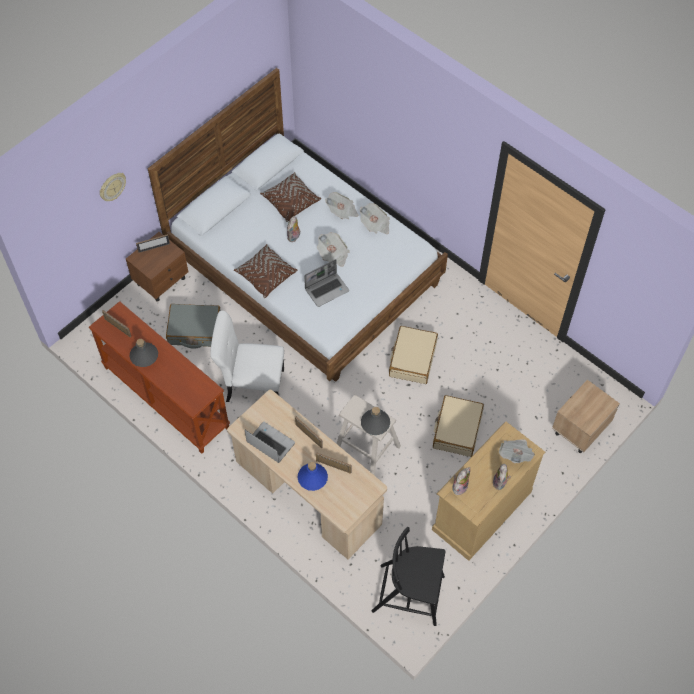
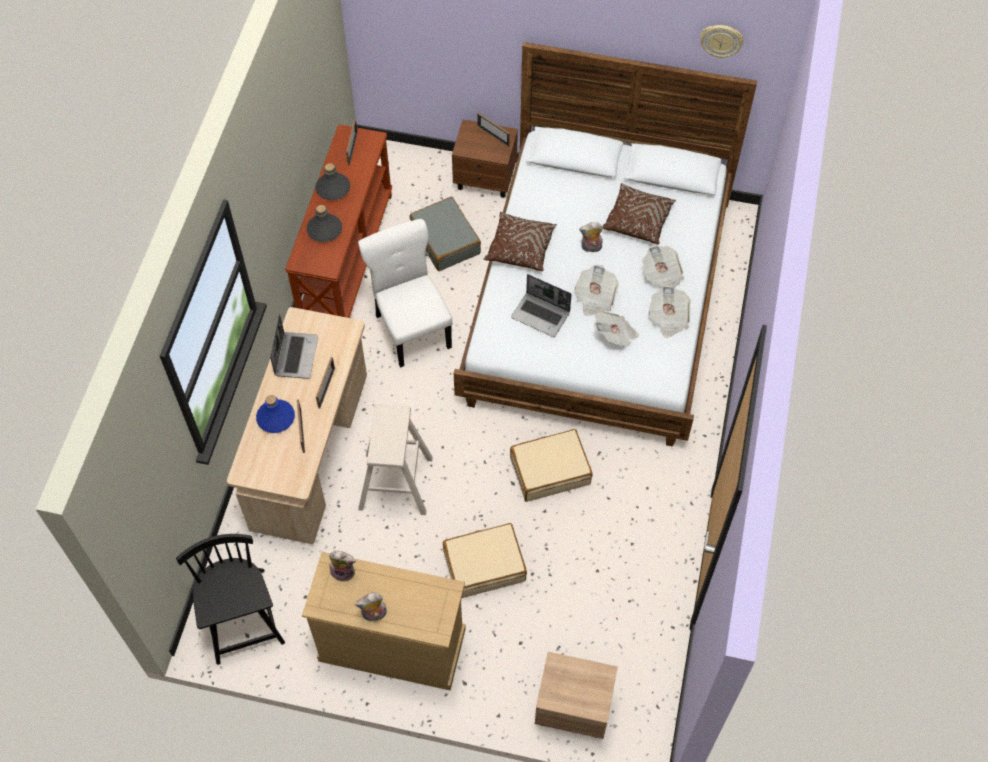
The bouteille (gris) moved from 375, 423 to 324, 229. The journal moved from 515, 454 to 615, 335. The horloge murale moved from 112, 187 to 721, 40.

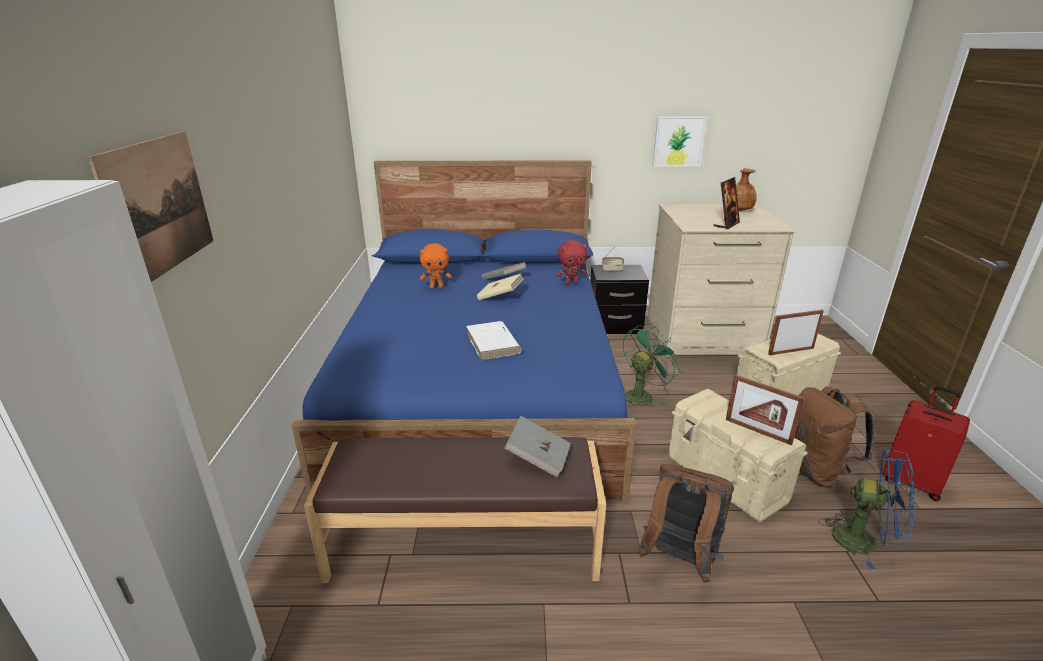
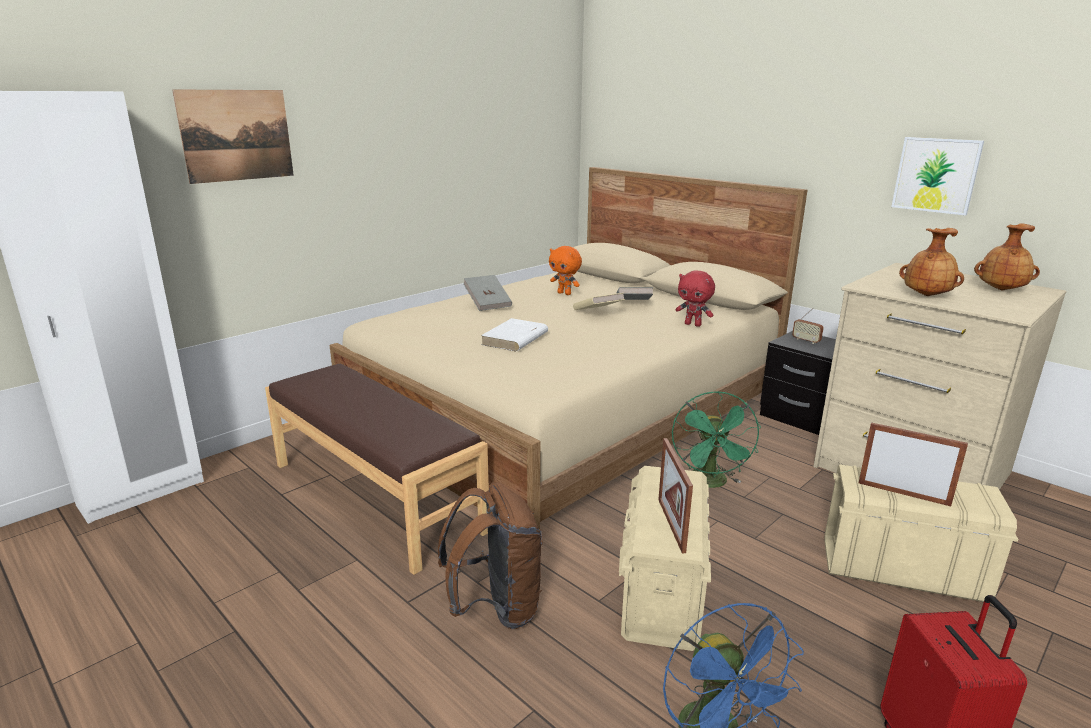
The lit (bleu) at 481, 386 became the lit (beige) at 570, 410. The livre (gris) moved from 538, 458 to 488, 304. The ventilateur (vert) at 641, 395 turned 90 degrees clockwise. The cadre photo at 726, 224 was replaced by the vase (marron) at 926, 295. The sac à dos (marron) at 816, 471 disappeared.

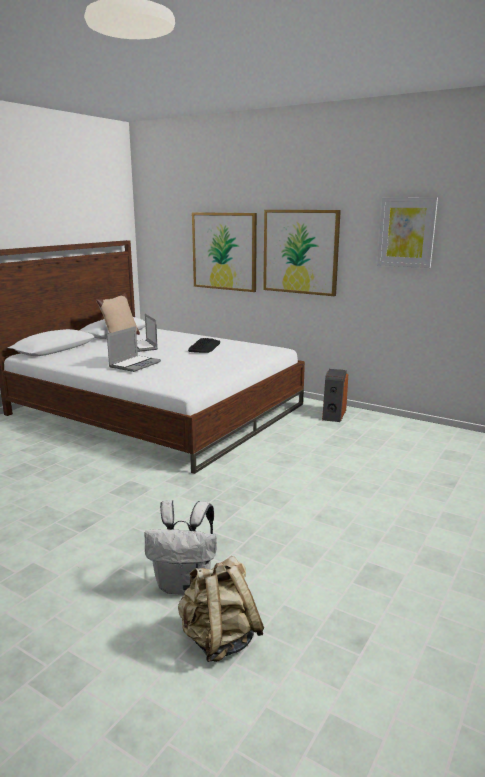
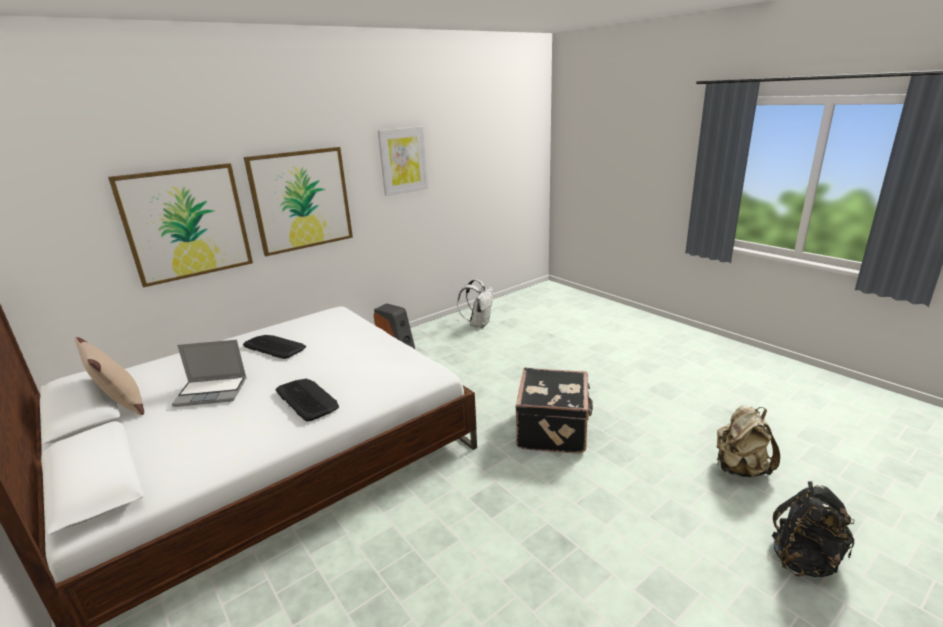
The ordinateur portable at 135, 364 was replaced by the clavier at 307, 399. The sac à dos (blanc) moved from 185, 584 to 479, 324. The valise (noir) at 554, 430 appeared. The sac à dos (noir) at 805, 559 appeared.

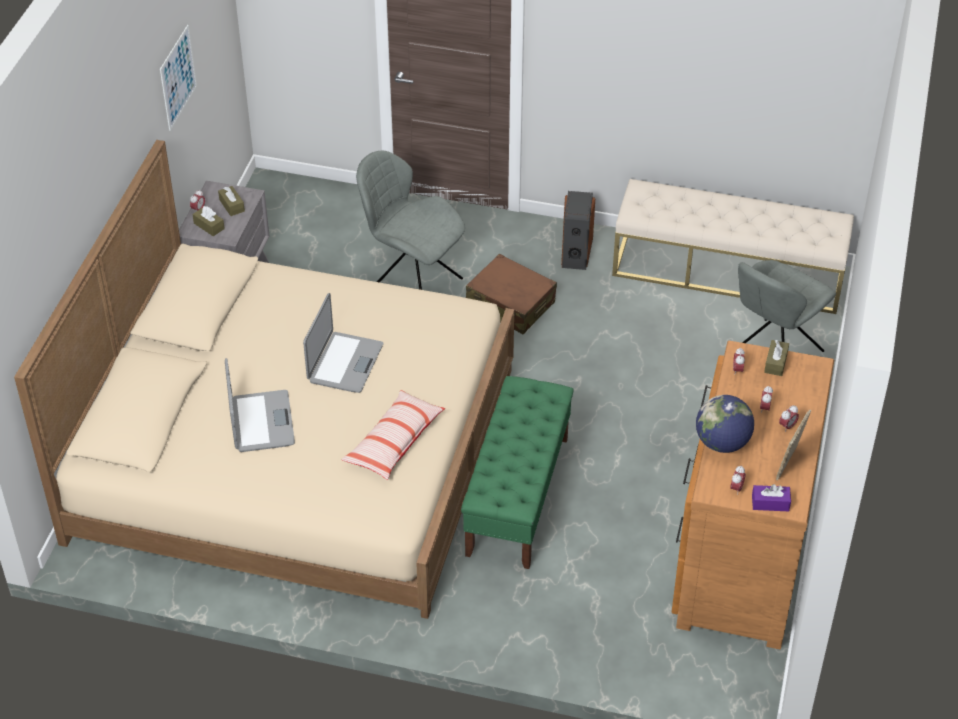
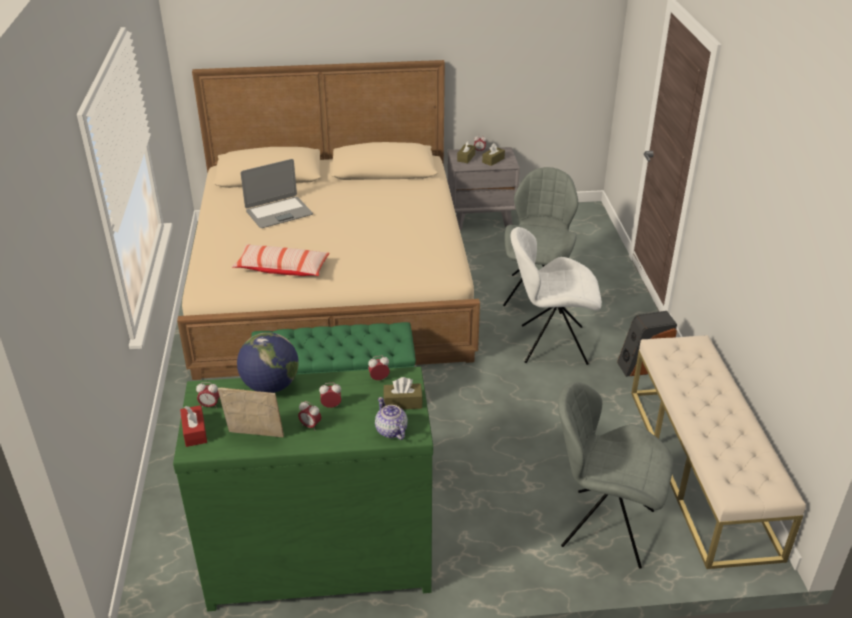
The commode (marron) at 739, 555 became the commode (vert) at 319, 555. The boîte à mouchoirs (violet) at 770, 503 became the boîte à mouchoirs (rouge) at 194, 432. The théière at 391, 431 appeared. The valise (marron) at 510, 304 was replaced by the chaise (blanc) at 550, 344. The tableau at 178, 77 disappeared. The ordinateur portable at 344, 363 disappeared.

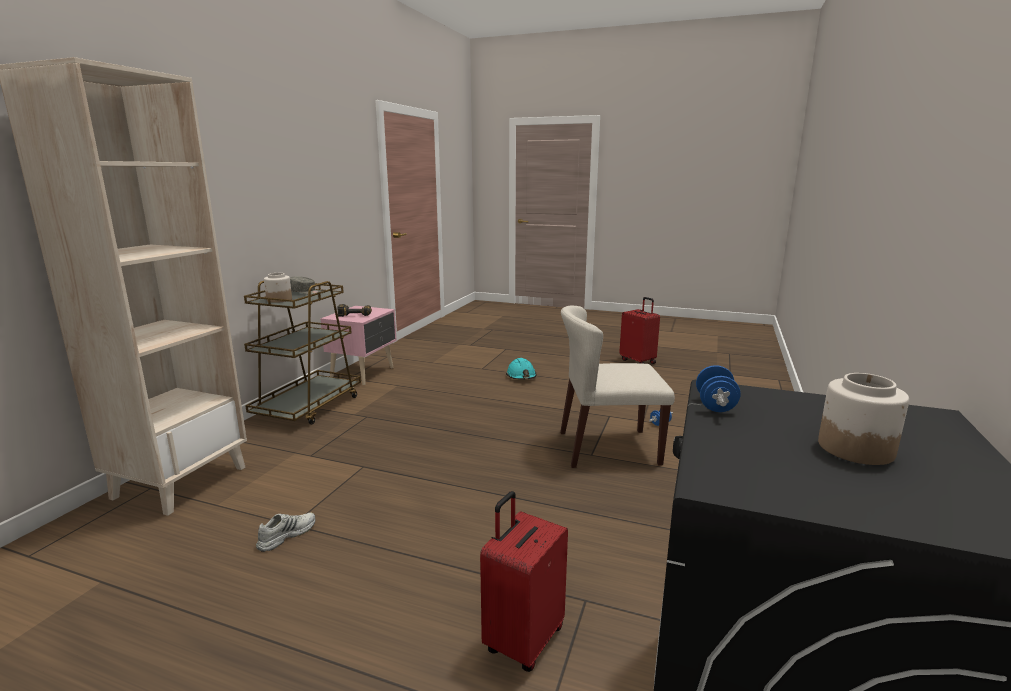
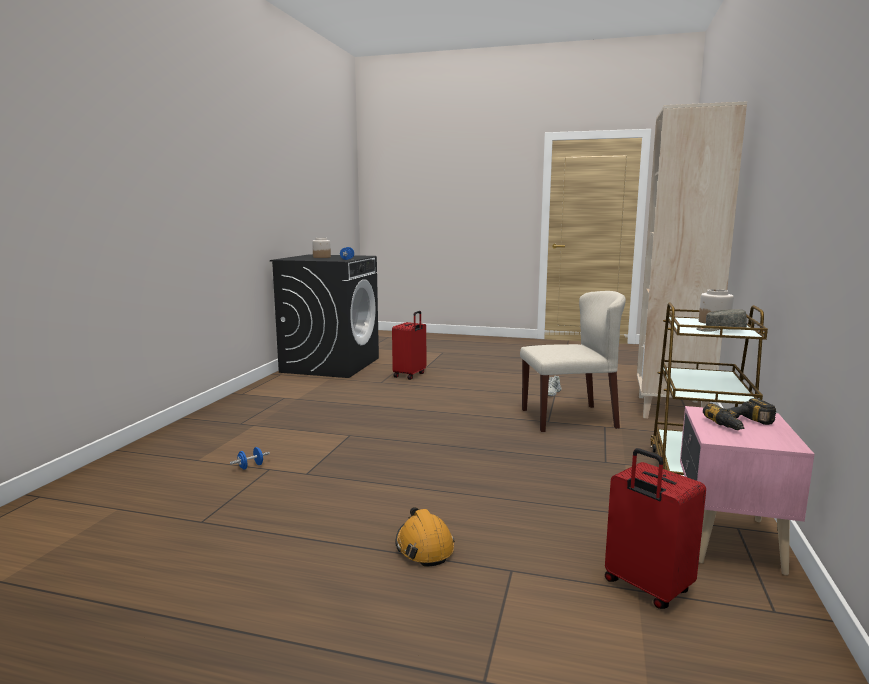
The casque de chantier (turquoise) at 521, 376 became the casque de chantier (orange) at 424, 547. The chaise (beige) moved from 607, 448 to 569, 418. The valise (rouge) moved from 638, 361 to 646, 588.

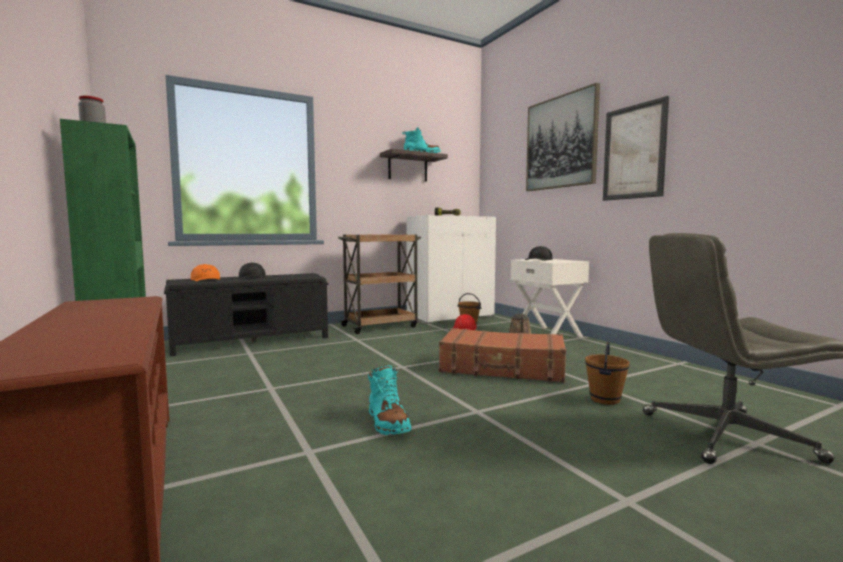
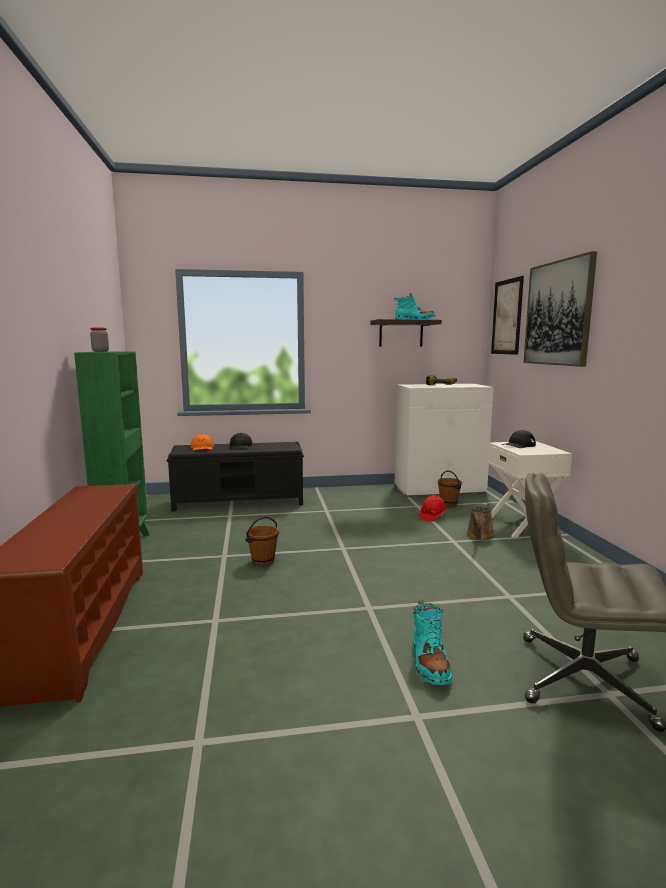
The seau (marron) moved from 604, 399 to 263, 561. The botte (turquoise) moved from 387, 422 to 429, 663. The tableau moved from 634, 152 to 507, 317. The chariot (marron) at 380, 326 disappeared. The valise (marron) at 502, 368 disappeared.

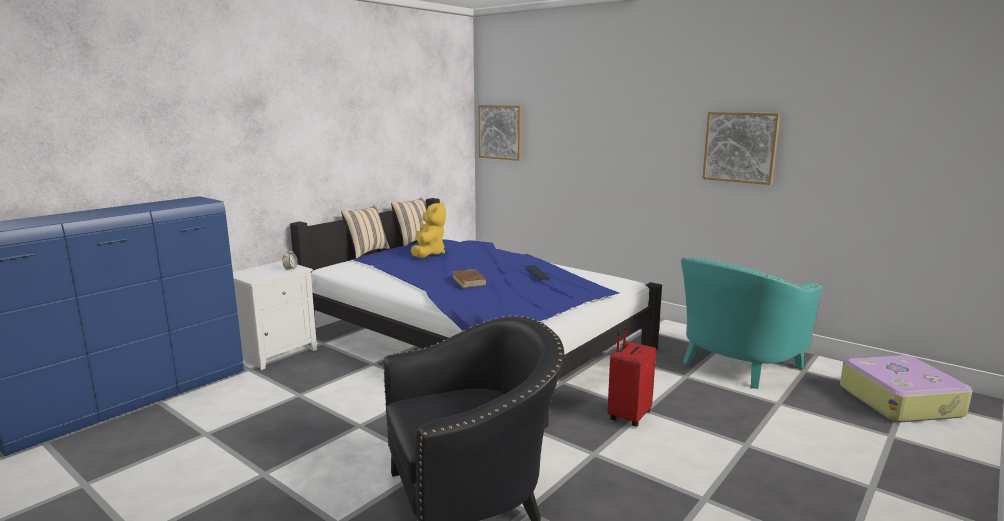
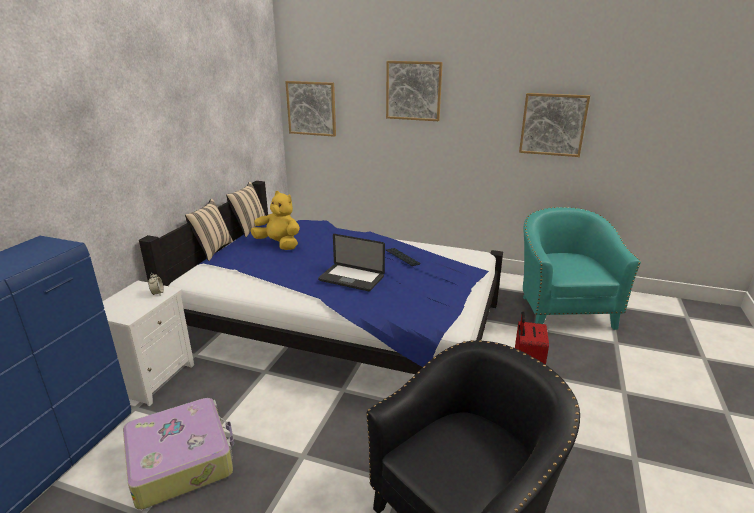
The valise moved from 900, 400 to 181, 460. The peluche (jaune) at 428, 254 turned 45 degrees counterclockwise. The livre (marron) at 469, 281 was replaced by the ordinateur portable at 351, 278. The tableau at 413, 90 appeared. The fauteuil (turquoise) at 734, 366 turned 150 degrees clockwise.

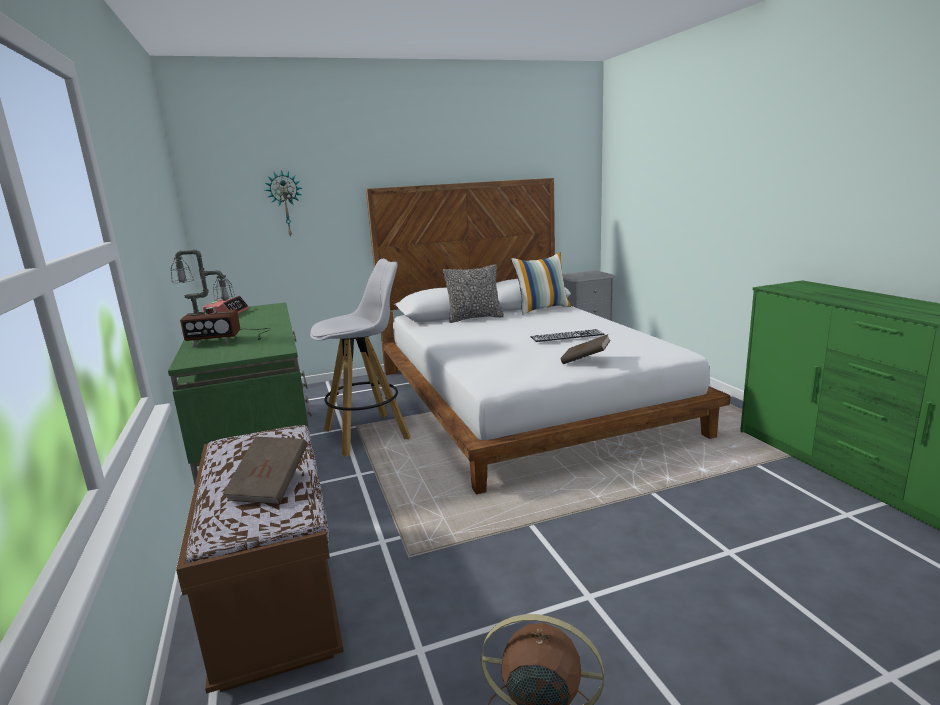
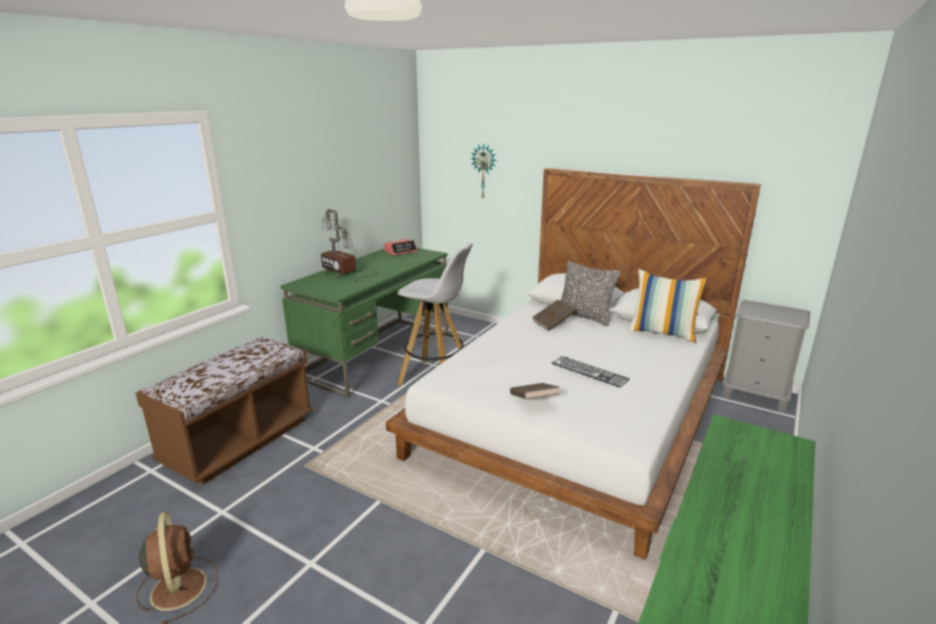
The livre (marron) moved from 270, 486 to 553, 323.

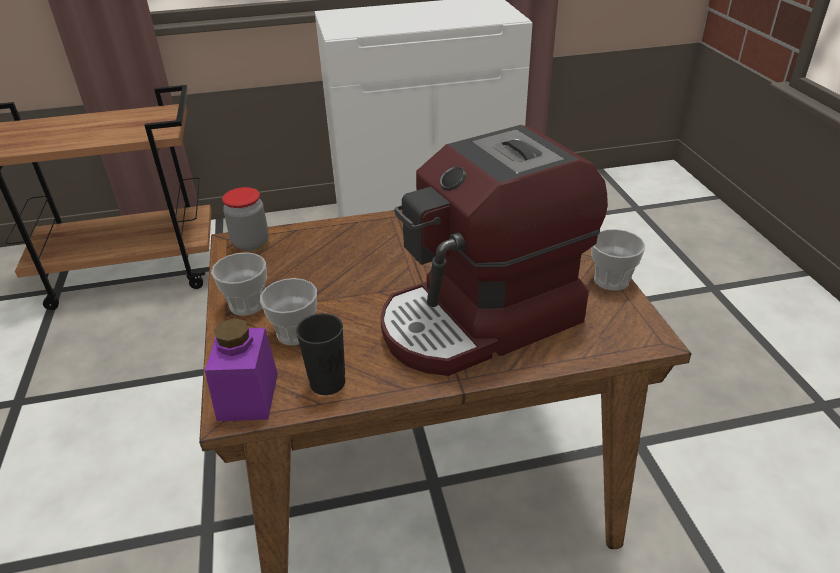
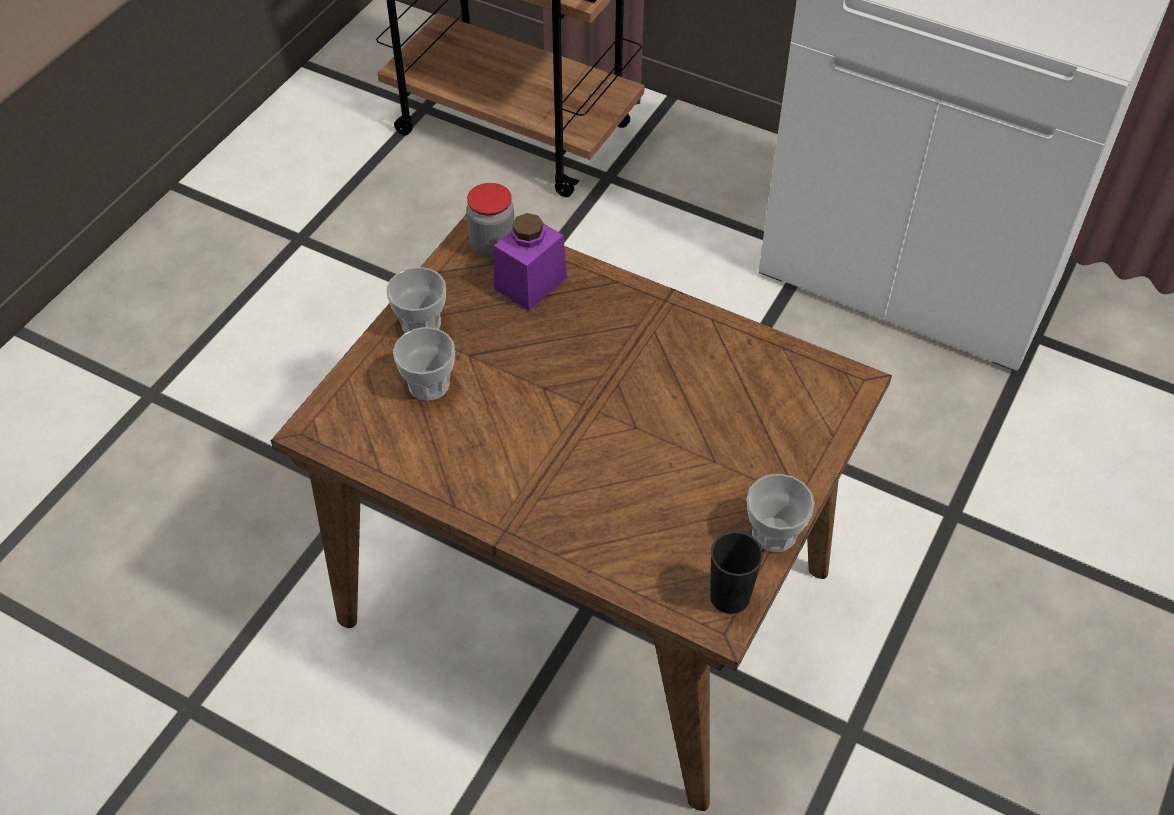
The bocal (violet) moved from 248, 396 to 530, 283. The tasse (noir) moved from 327, 382 to 730, 596. The machine à café at 482, 320 disappeared.

